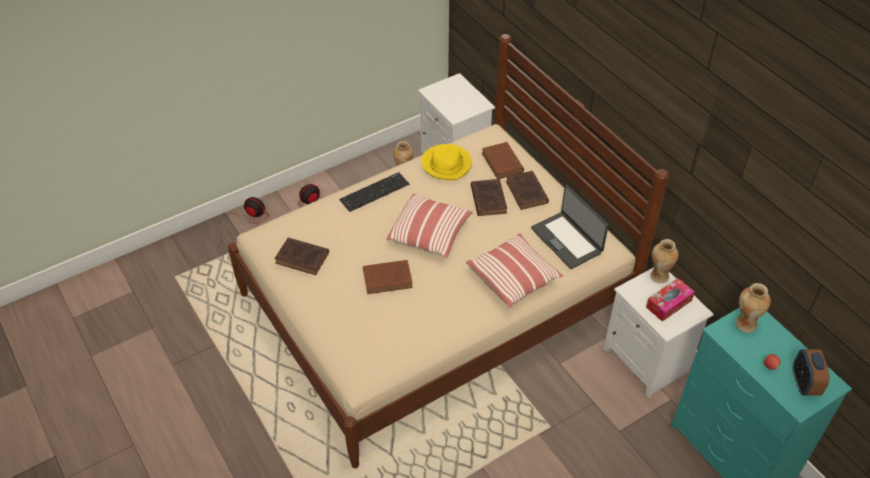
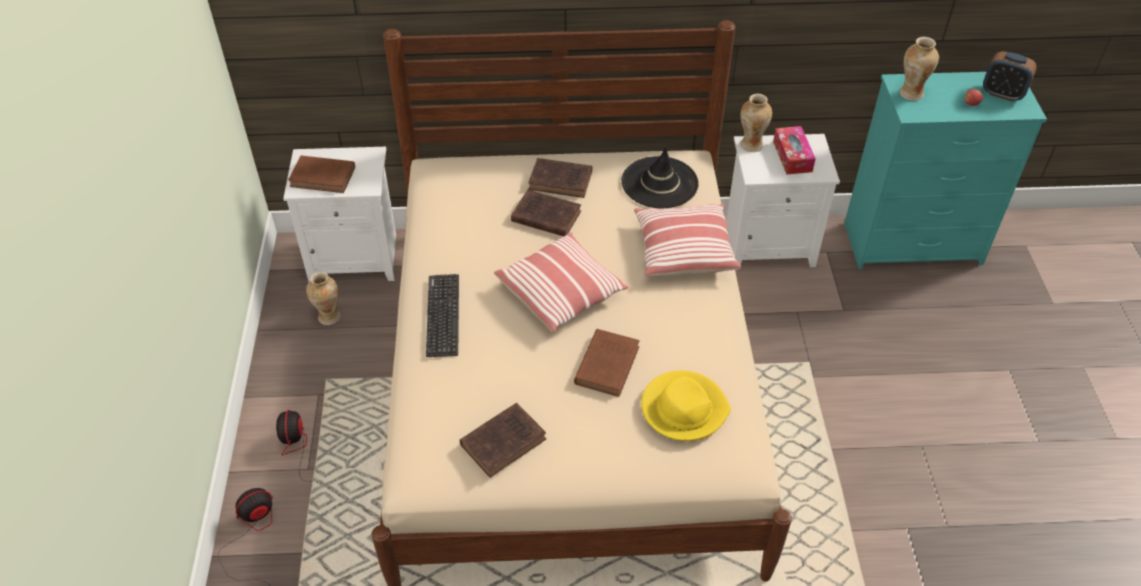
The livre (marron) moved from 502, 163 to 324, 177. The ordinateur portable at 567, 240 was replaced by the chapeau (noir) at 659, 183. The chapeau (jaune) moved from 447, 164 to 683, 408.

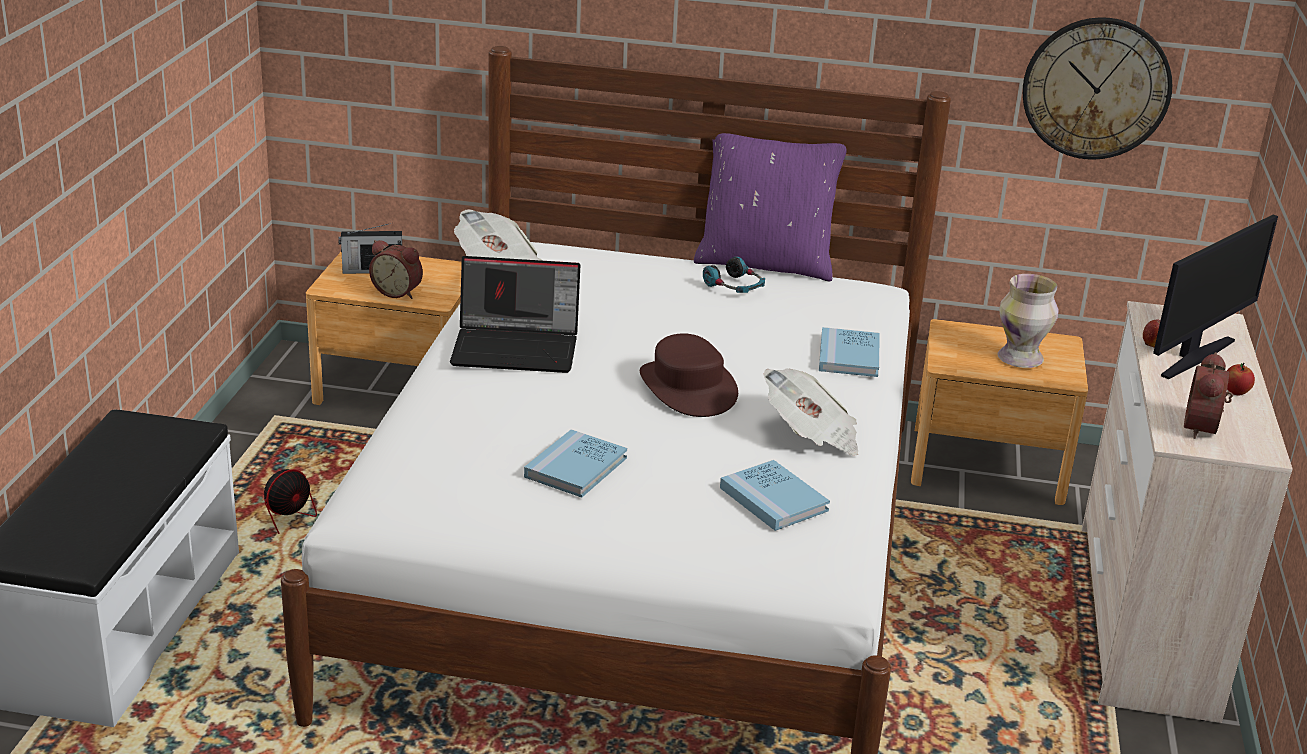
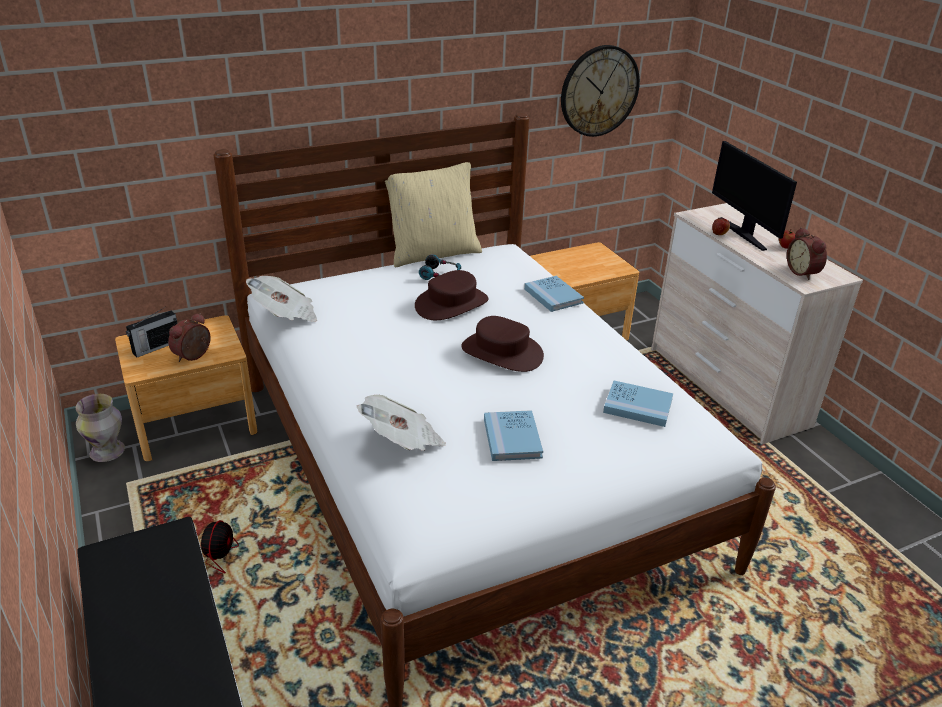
The vase moved from 1020, 359 to 107, 452. The réveil at 398, 292 turned 135 degrees clockwise. The journal moved from 811, 436 to 403, 441. The coussin (violet) at 765, 263 became the coussin (beige) at 433, 253. The chapeau (marron) at 452, 304 appeared. The écran d'ordinateur at 1194, 356 turned 150 degrees clockwise. The ordinateur portable at 517, 348 disappeared.

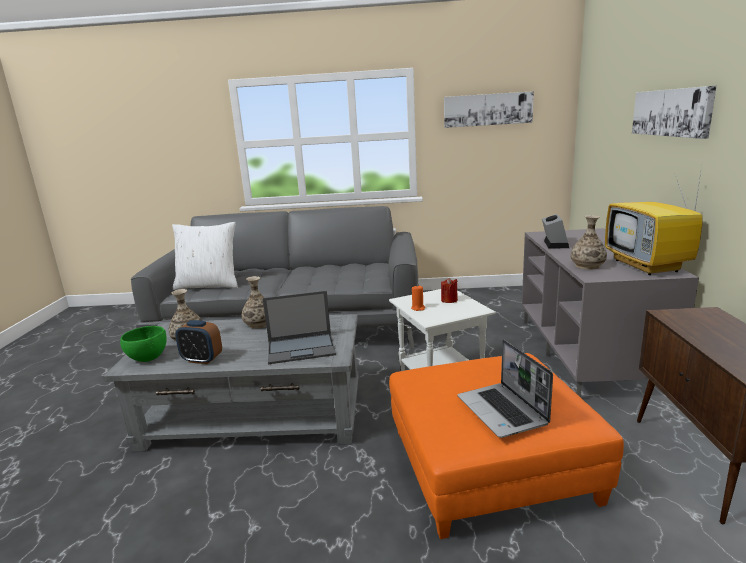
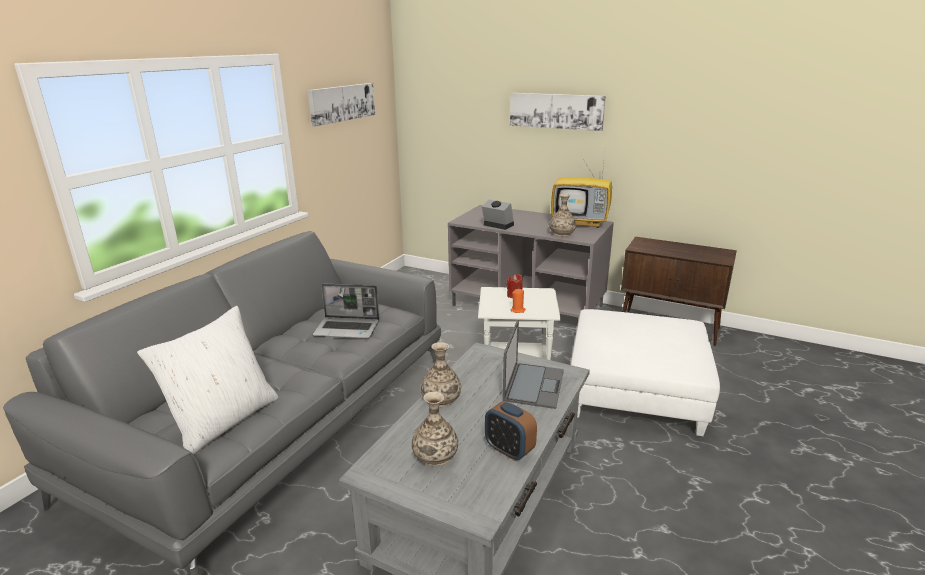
The ordinateur portable moved from 503, 411 to 348, 329. The réveil at 202, 360 turned 90 degrees clockwise. The pouf (orange) at 491, 464 became the pouf (blanc) at 636, 390. The bol (vert) at 148, 357 disappeared.

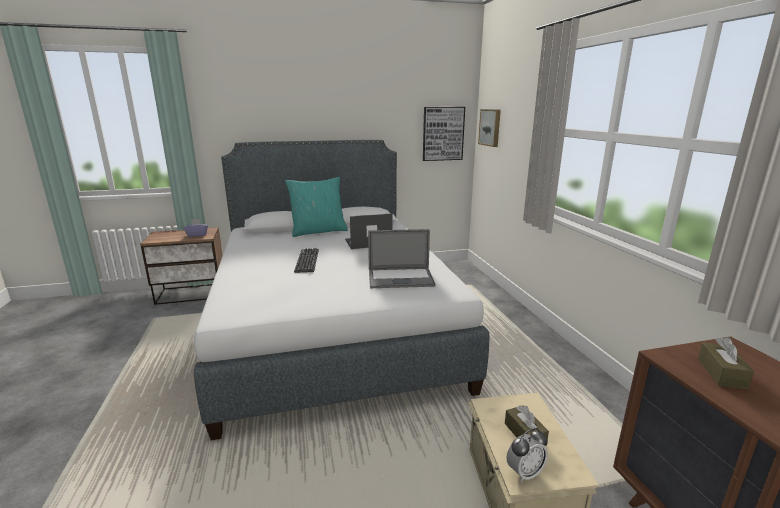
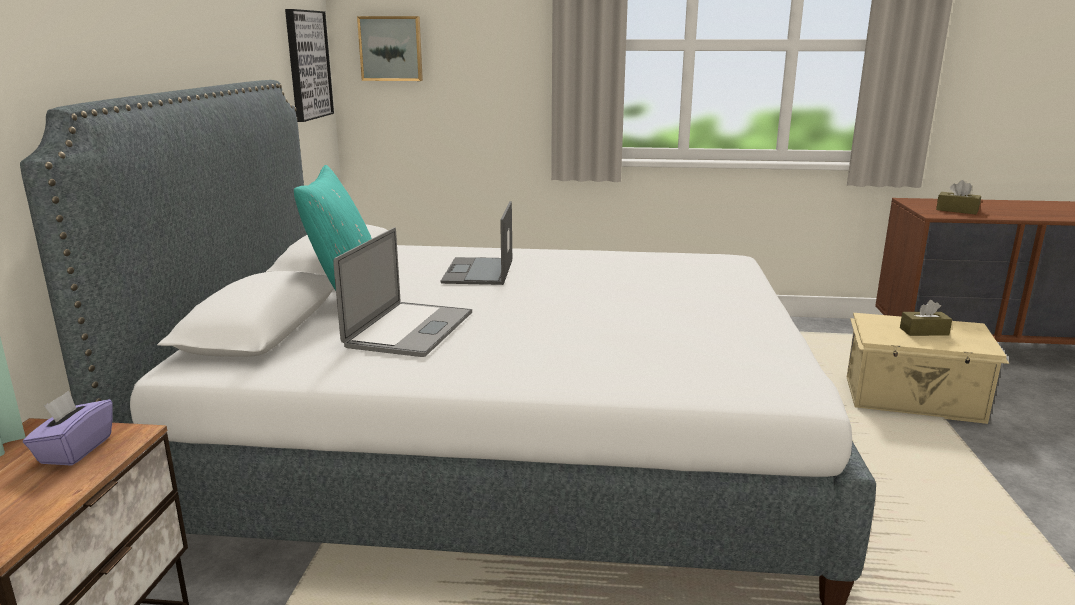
The ordinateur portable moved from 400, 278 to 410, 329. The clavier at 307, 261 disappeared. The réveil at 524, 473 disappeared.

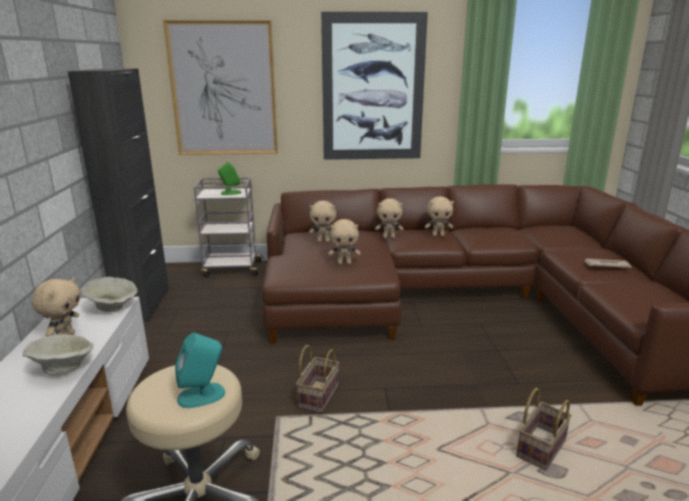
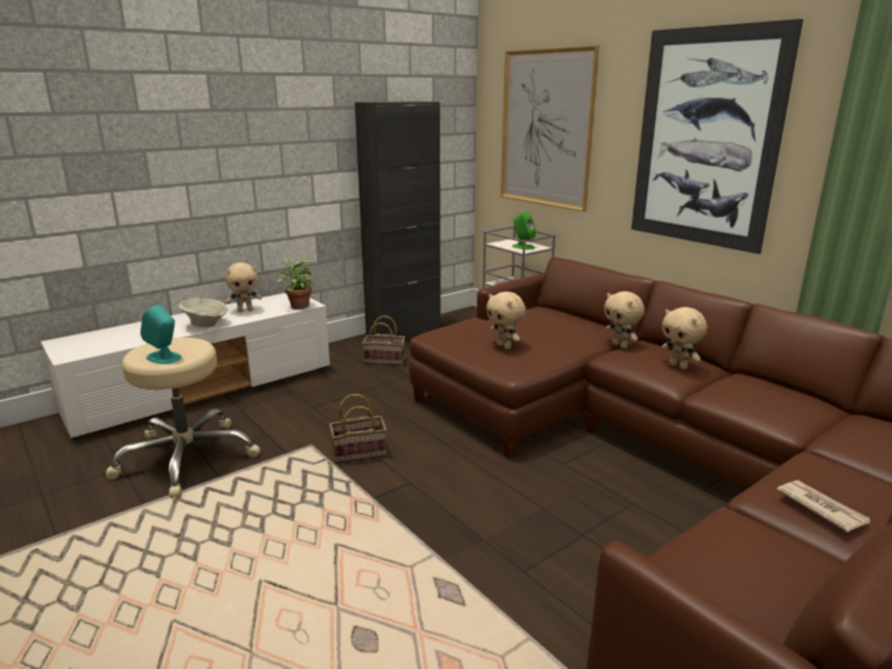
The bol (beige) at 113, 308 was replaced by the plante en pot at 298, 306. The panier moved from 540, 447 to 385, 360. The peluche (beige) at 323, 241 disappeared.

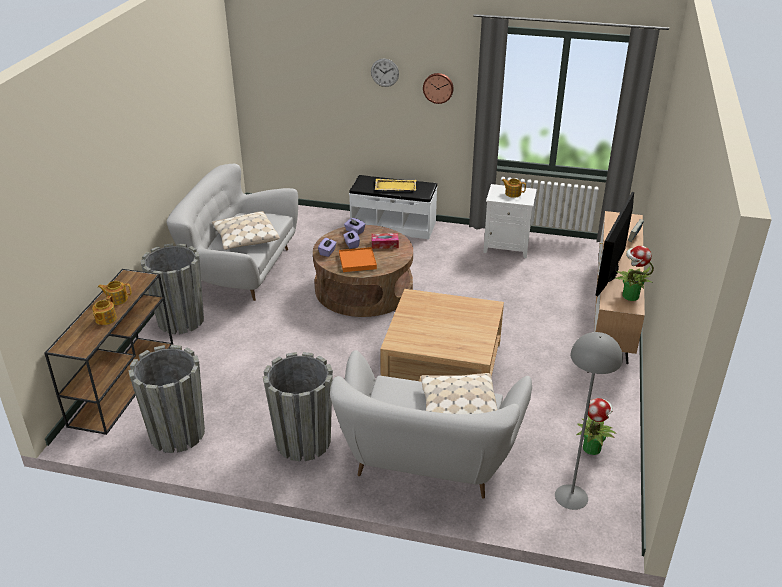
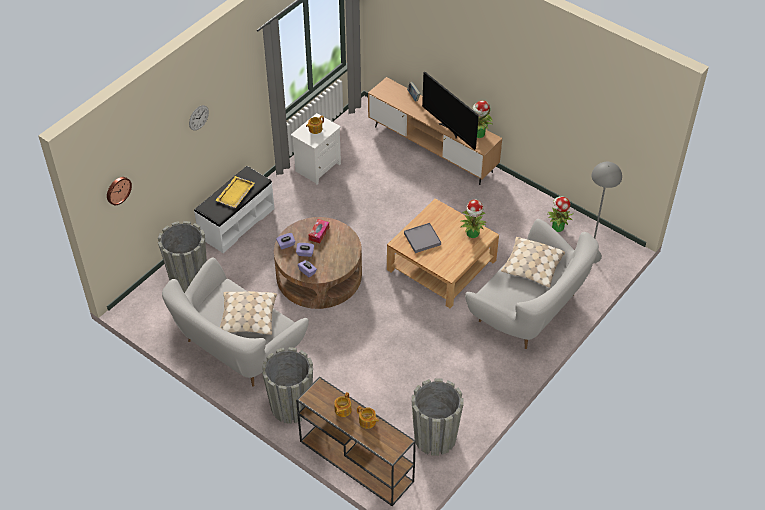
The horloge murale moved from 438, 87 to 118, 190. The cache-pot (gris) moved from 303, 441 to 188, 278. The plateau (gris) at 422, 239 appeared. The plante en pot at 472, 233 appeared. The plateau (orange) at 357, 261 disappeared.

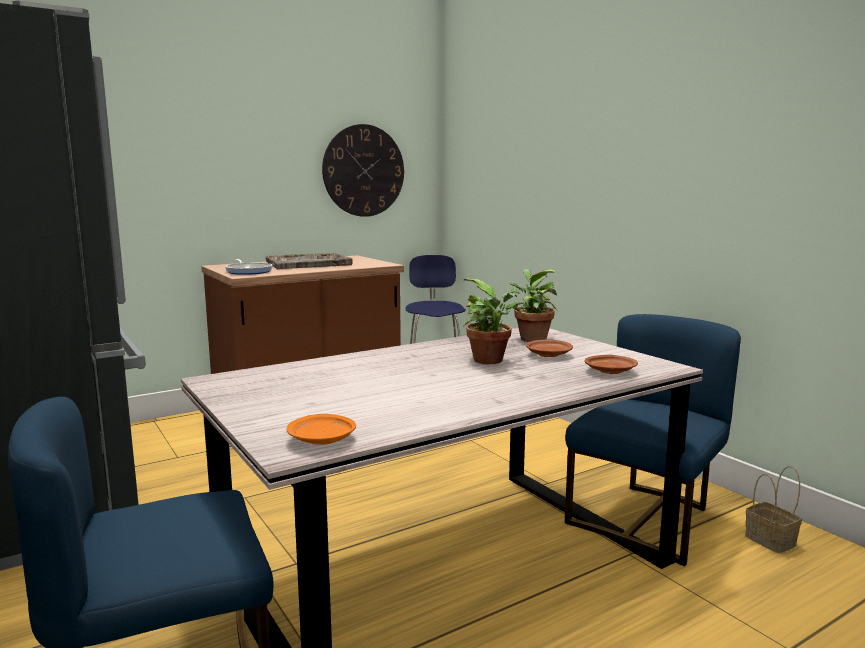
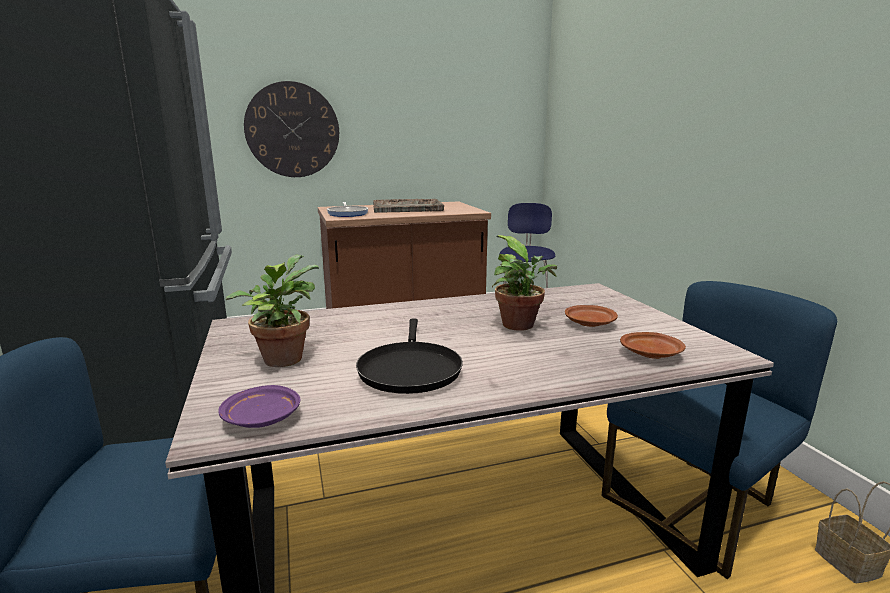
The assiette (orange) at 322, 440 became the assiette (violet) at 262, 419. The plante en pot moved from 531, 338 to 283, 357. The horloge murale moved from 363, 171 to 292, 130. The poêle (noir) at 409, 369 appeared.

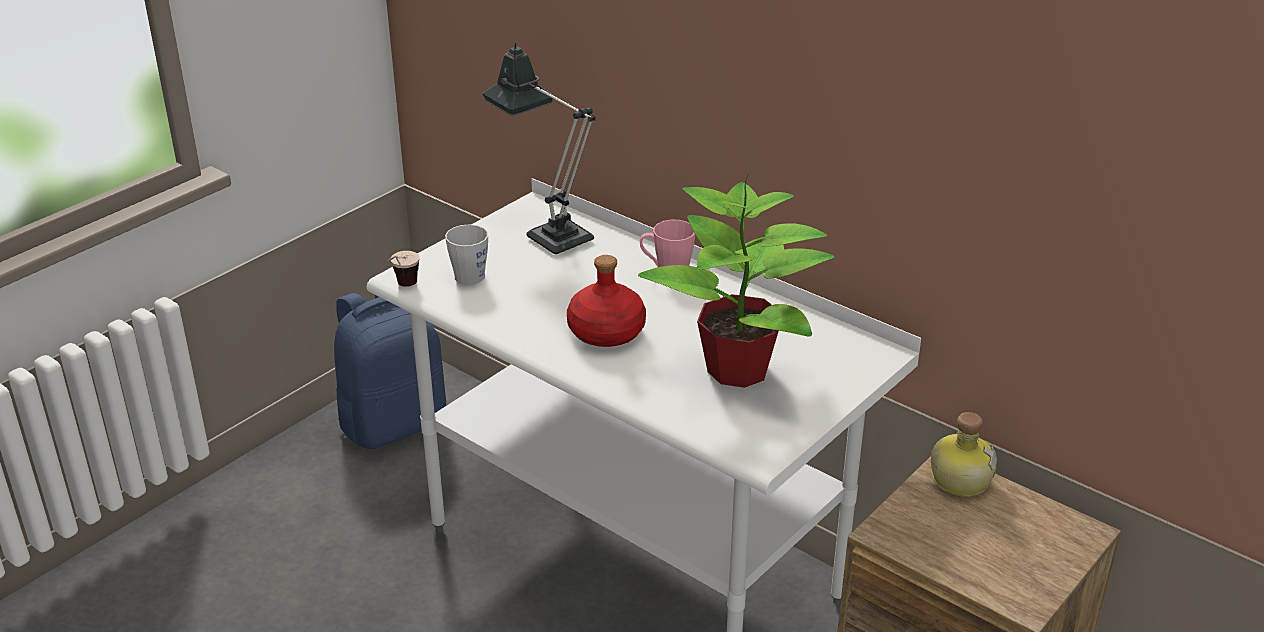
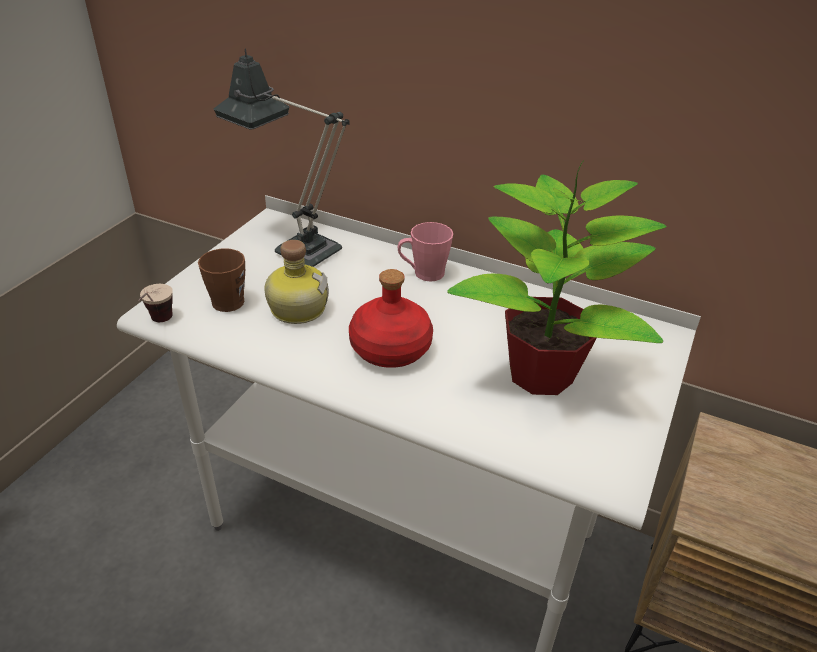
The mug (gris) at 472, 273 became the mug (marron) at 229, 298. The bouteille moved from 959, 478 to 297, 307. The sac à dos (bleu) at 394, 423 disappeared.

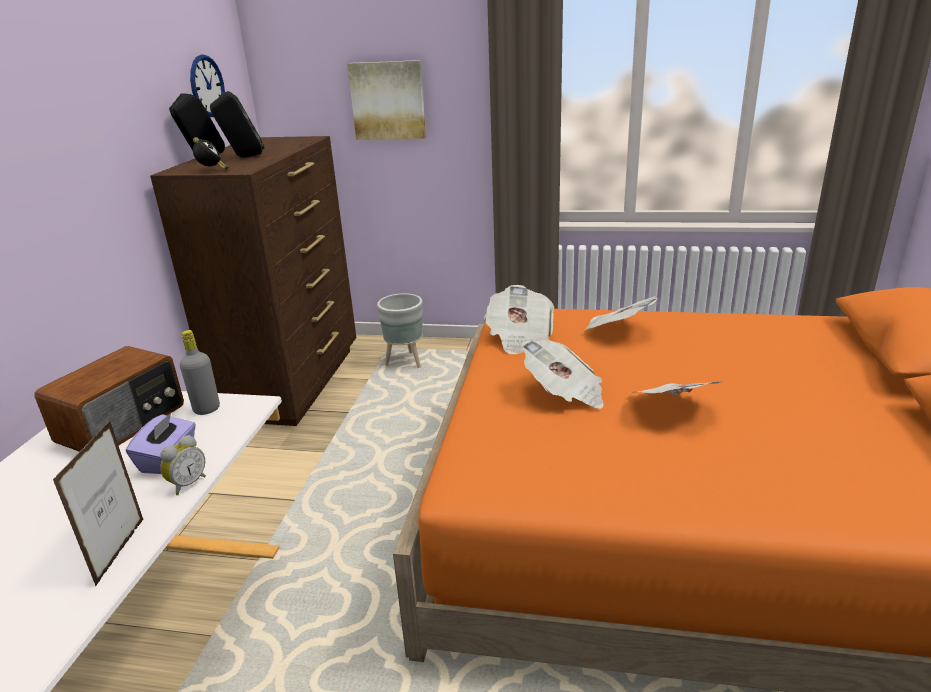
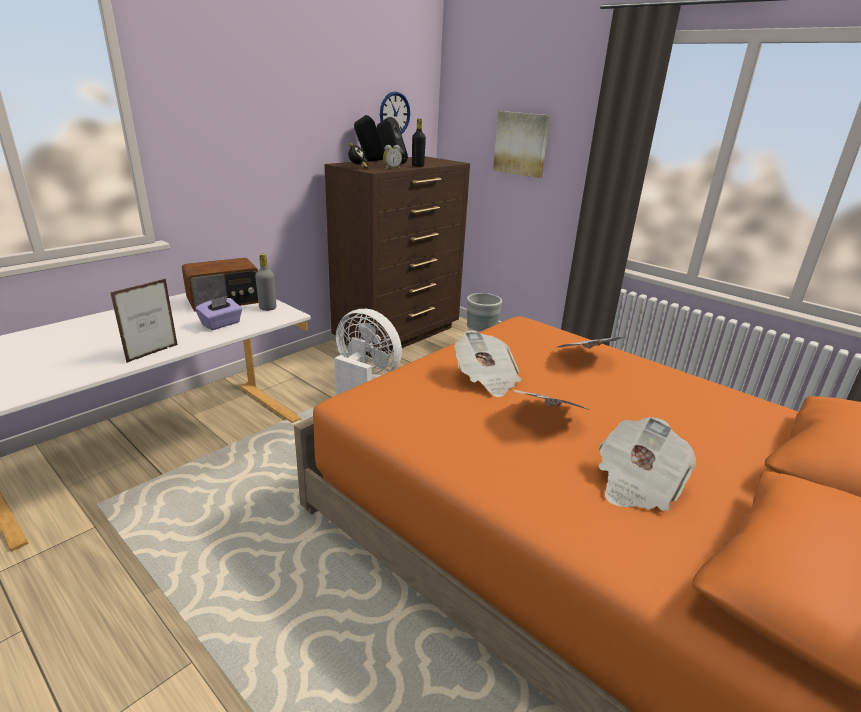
The ventilateur (blanc) at 364, 382 appeared. The réveil moved from 187, 484 to 391, 169. The bouteille (noir) at 418, 166 appeared. The journal moved from 519, 337 to 637, 484.

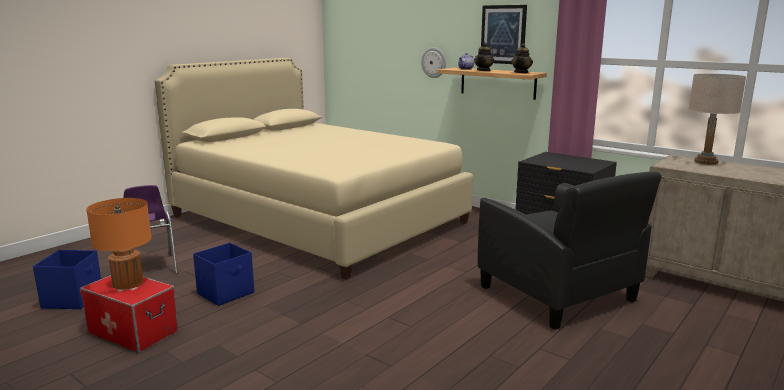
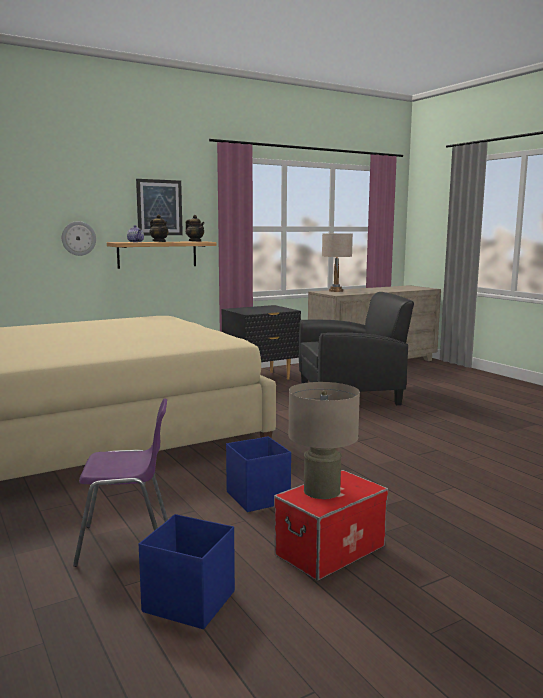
The lampe de table (orange) at 127, 283 became the lampe de table (beige) at 321, 491.

